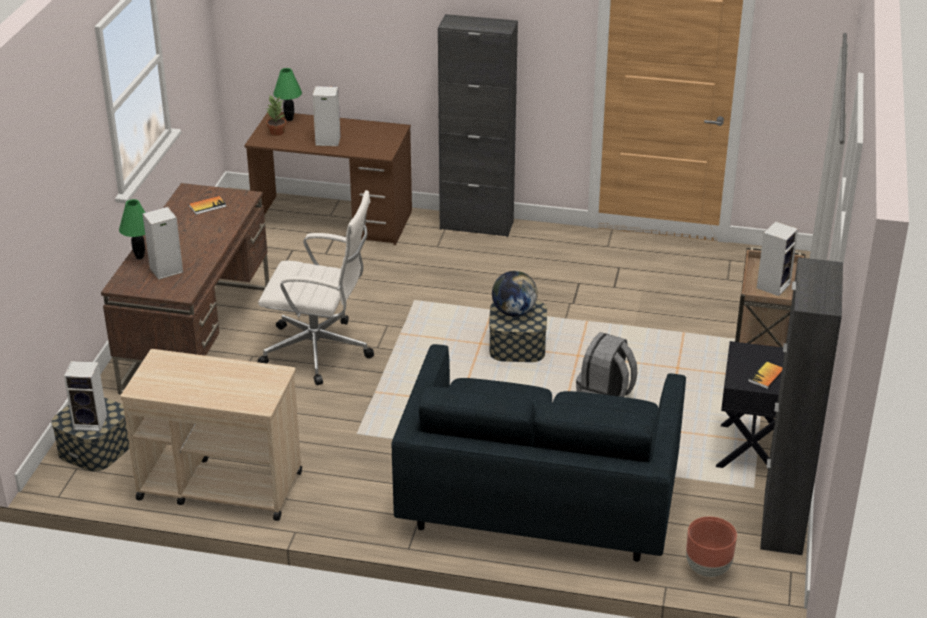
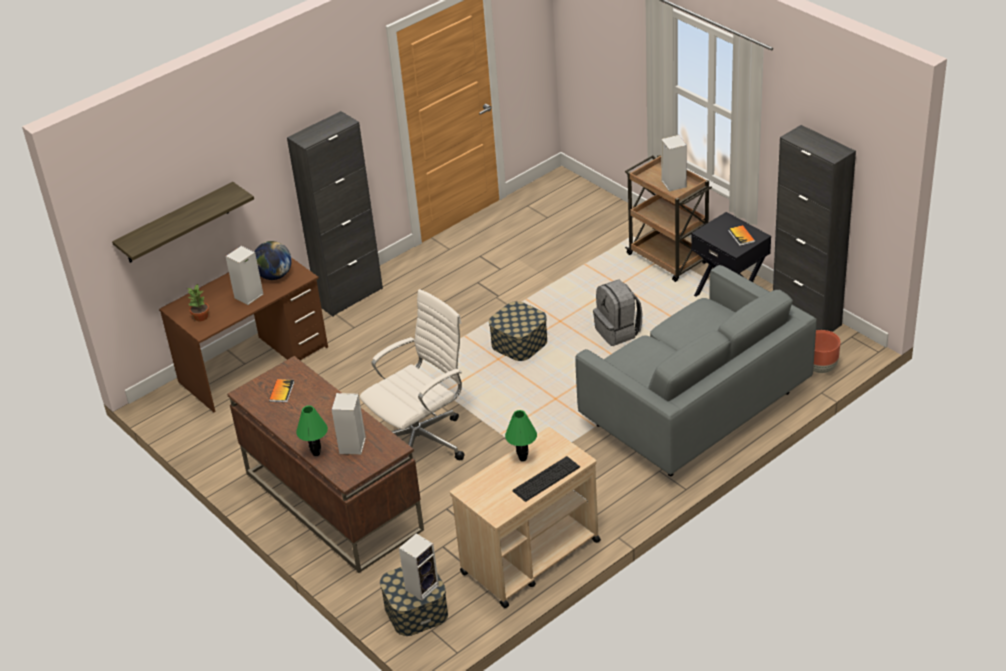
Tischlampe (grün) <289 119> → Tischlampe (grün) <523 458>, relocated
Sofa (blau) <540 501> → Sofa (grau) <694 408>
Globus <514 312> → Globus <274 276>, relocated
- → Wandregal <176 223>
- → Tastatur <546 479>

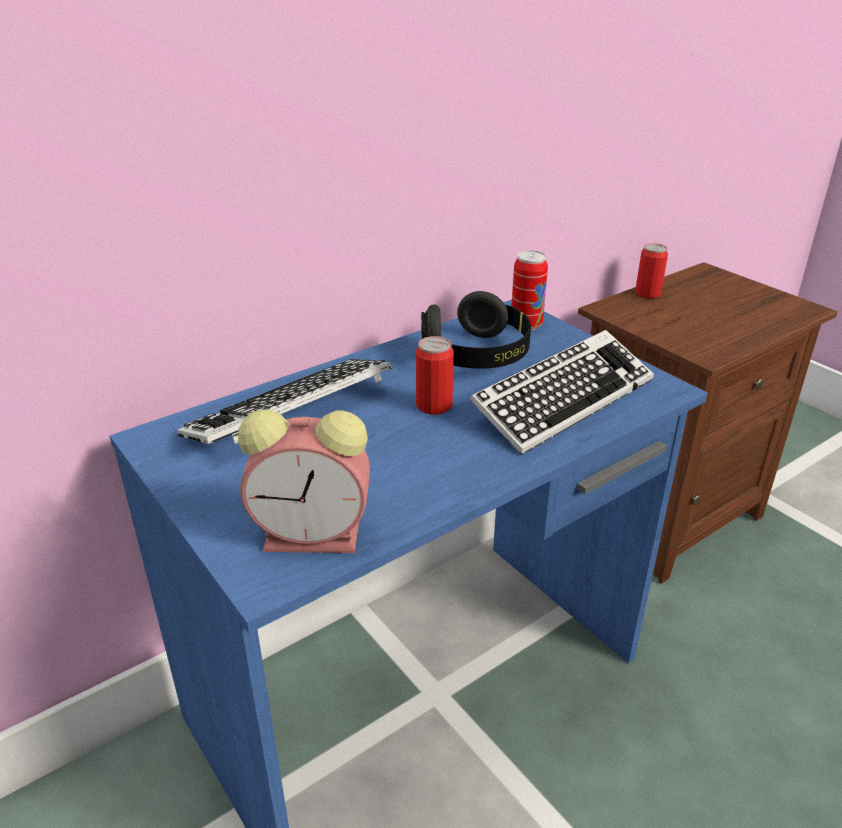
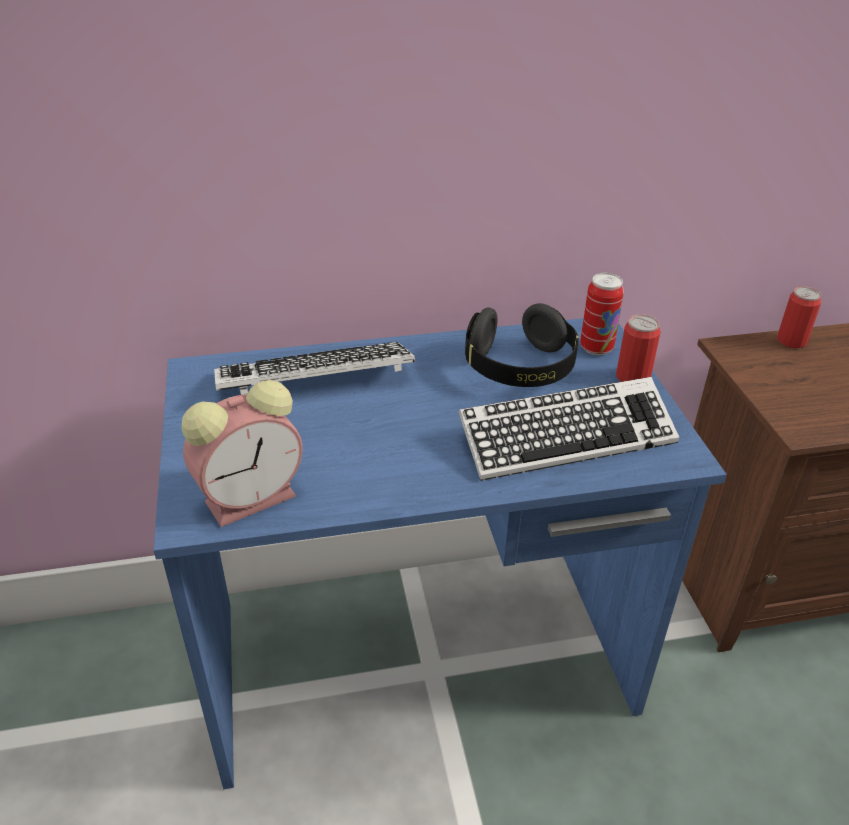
Wecker <316 535> → Wecker <253 496>, 60 degrees counterclockwise
Dose <434 405> → Dose <632 377>, relocated

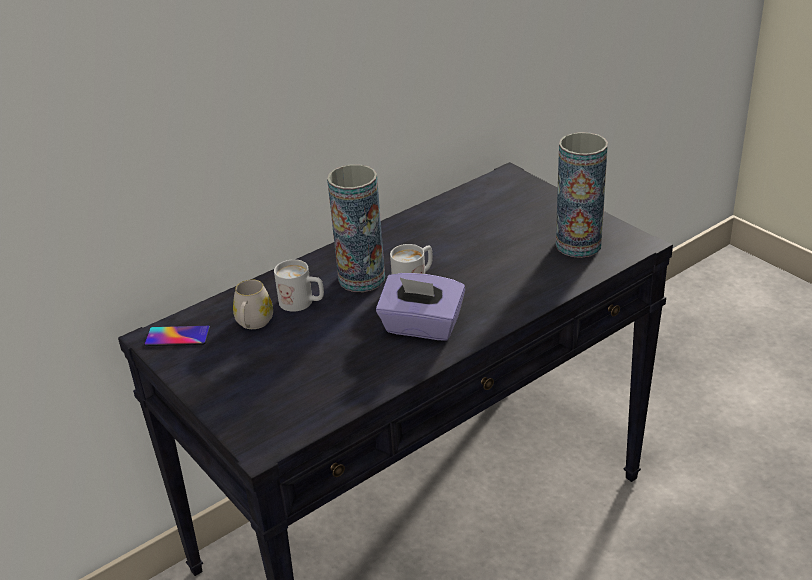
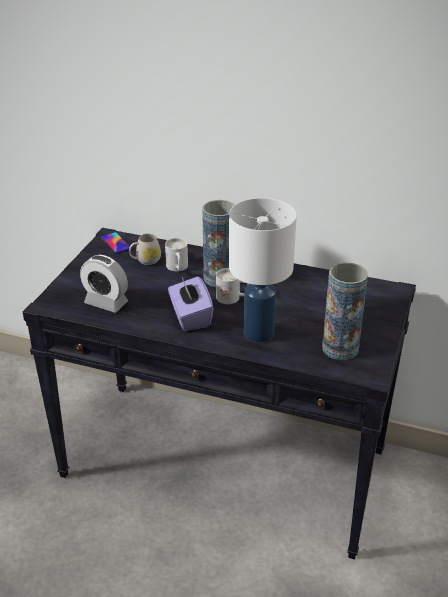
- → Wecker <106 303>
- → Tischlampe (weiß) <258 332>

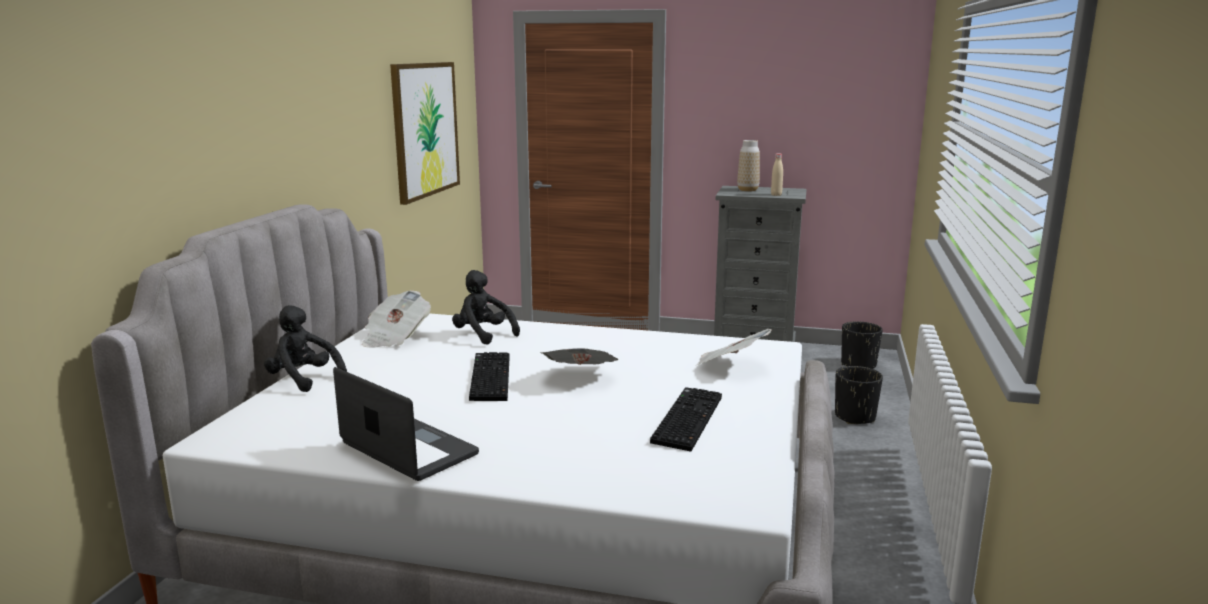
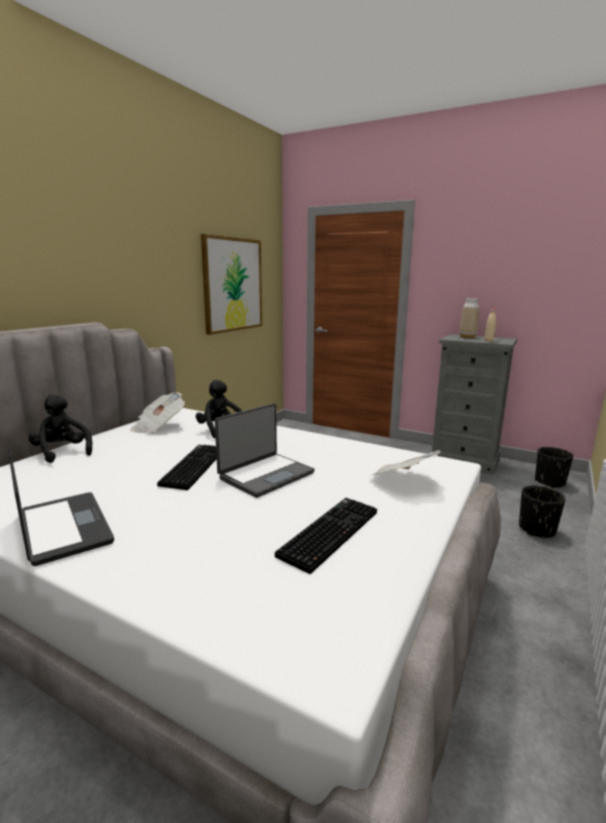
Zeitung <581 377> → Laptop <265 475>

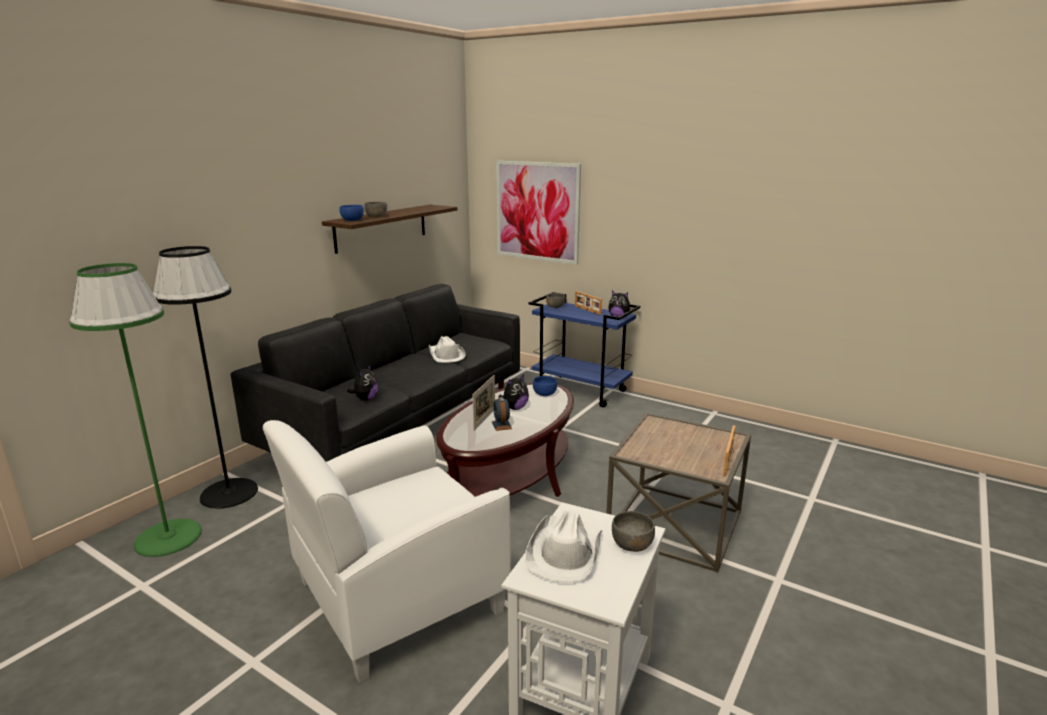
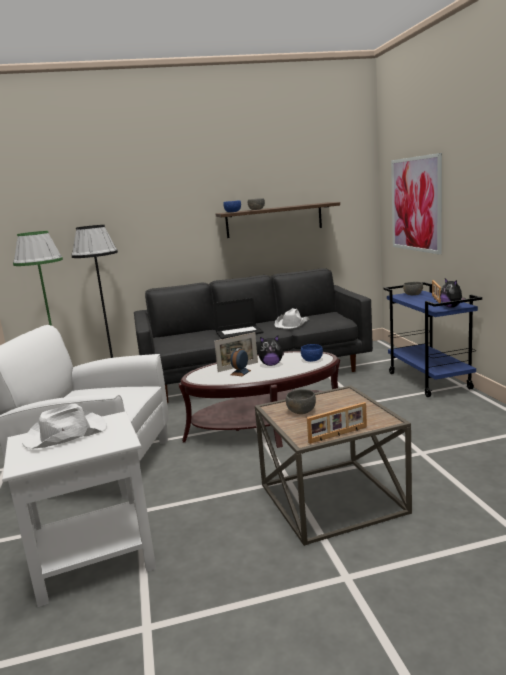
Plüschtier <365 399> → -
Schüssel (grau) <632 545> → Schüssel (grau) <301 411>, relocated
- → Laptop <239 332>

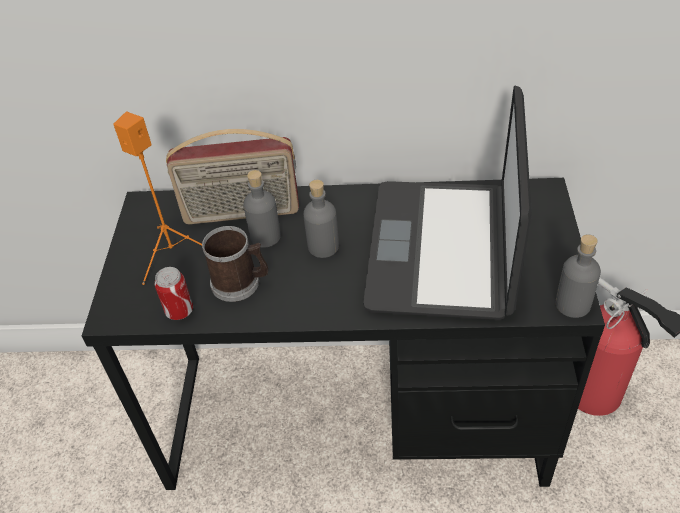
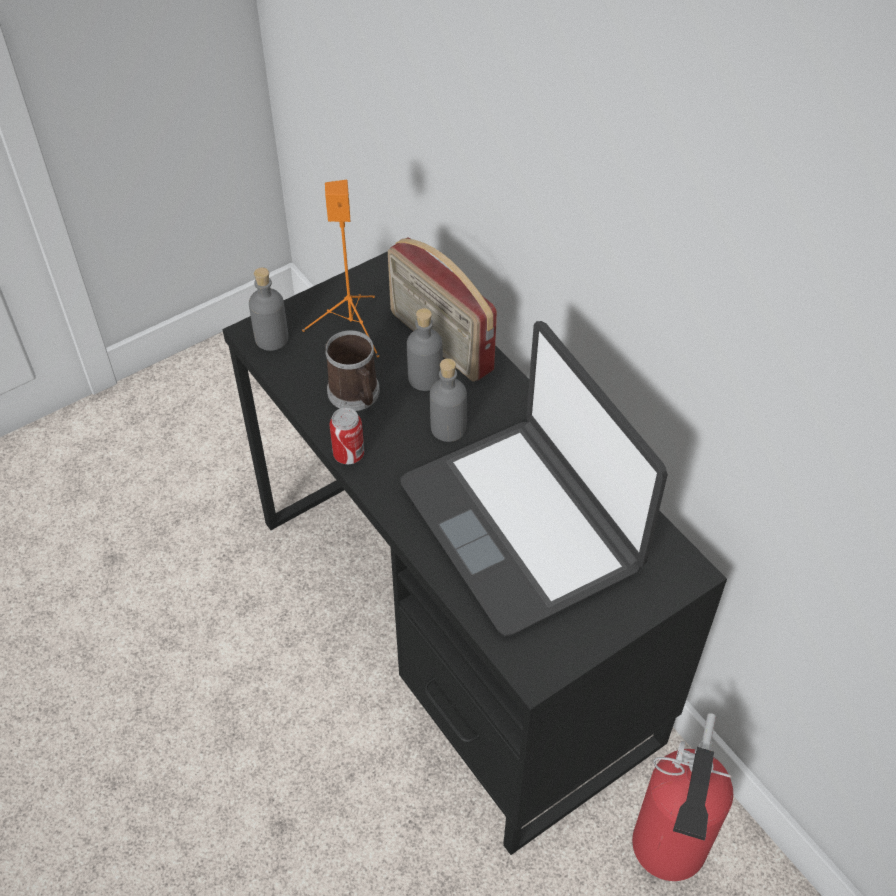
Dose <179 311> → Dose <348 454>, relocated
Laptop <443 249> → Laptop <522 524>, 90 degrees counterclockwise
Flasche (grau) <572 304> → Flasche (grau) <272 338>, relocated

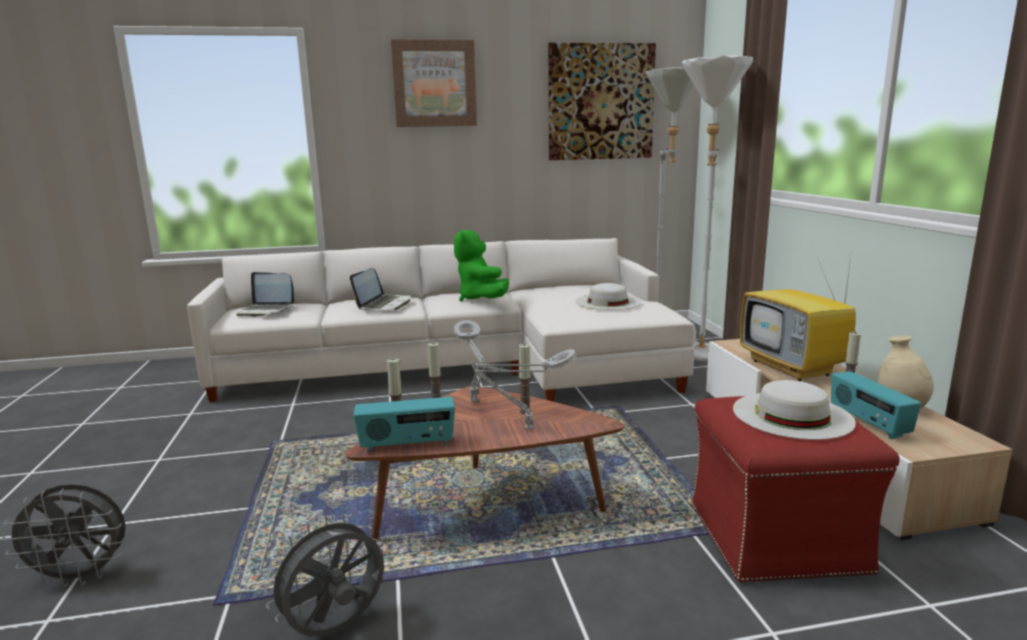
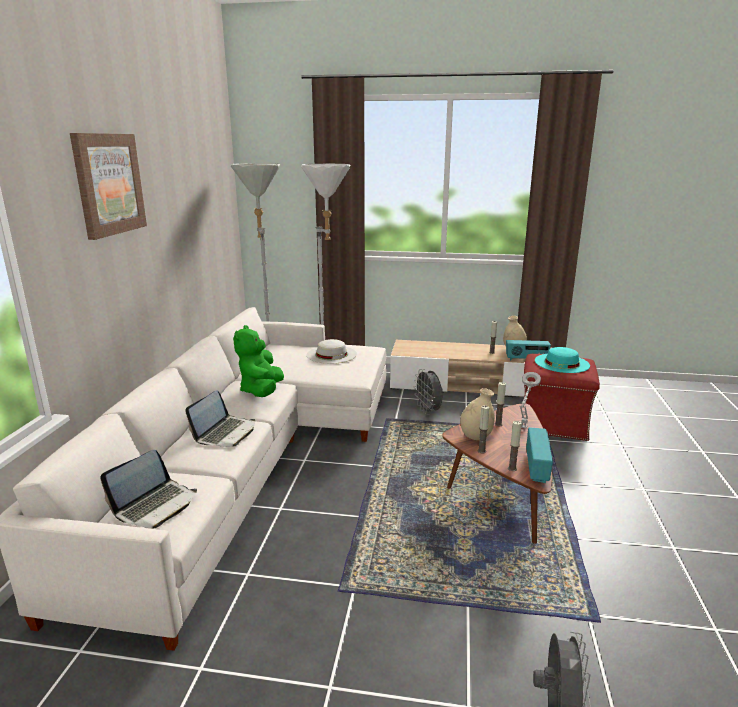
Ventilator (grau) <336 629> → Ventilator (grau) <428 411>, relocated
Laptop <384 304> → Laptop <225 433>, 75 degrees clockwise
Plüschtier (grün) <481 299> → Plüschtier (grün) <261 391>, 90 degrees clockwise
Tischlampe (grau) <475 403> → Vase (beige) <476 437>
Bild <601 102> → -
Hut (weiß) <792 415> → Hut (türkis) <562 363>
Fernseher <793 368> → -

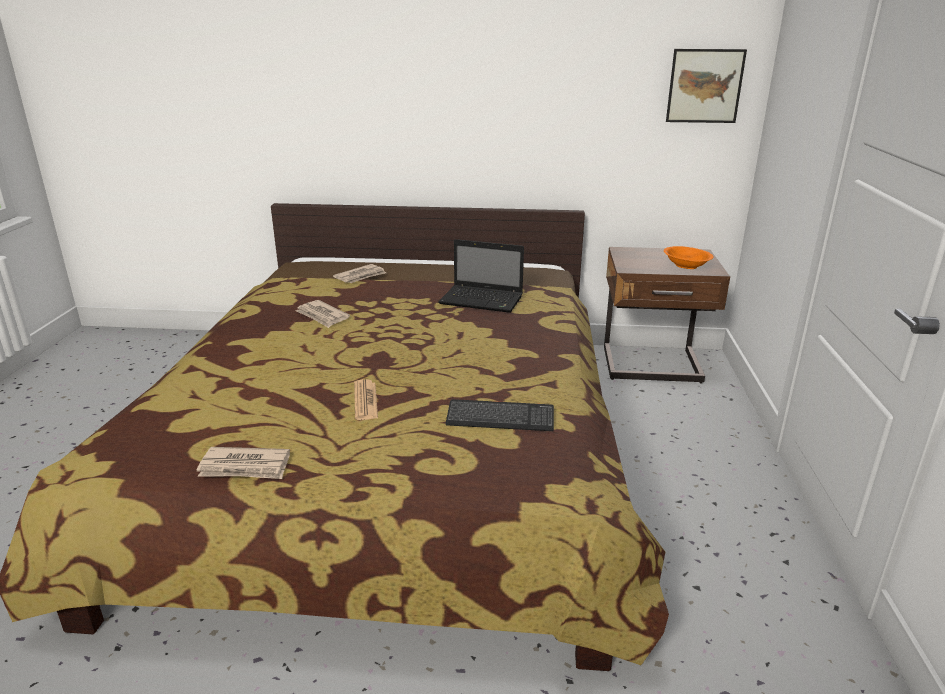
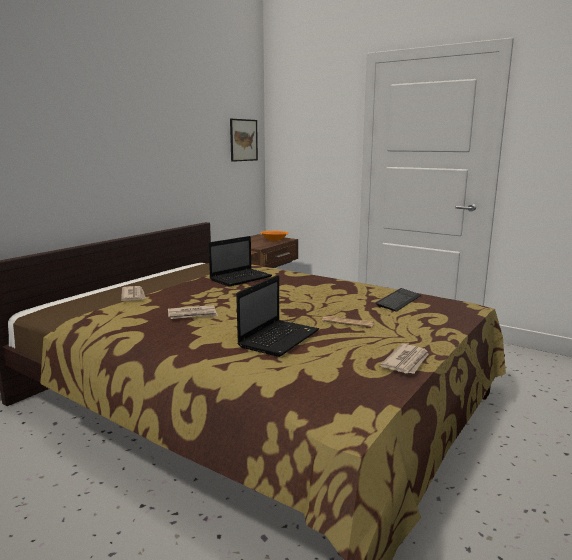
- → Laptop <279 338>

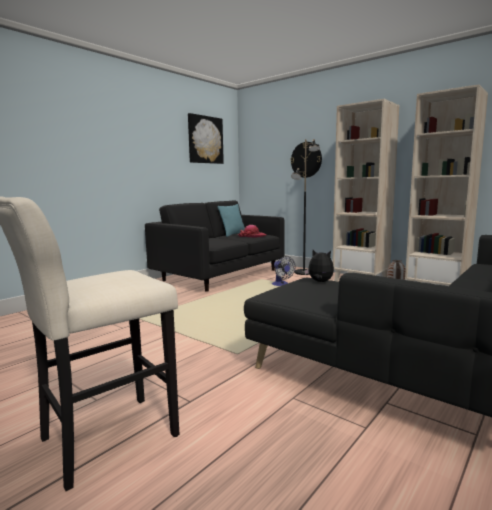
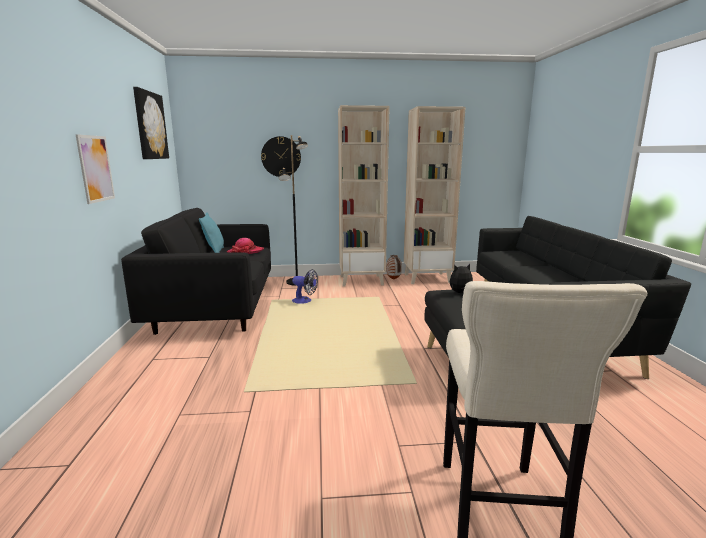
- → Bild <96 168>

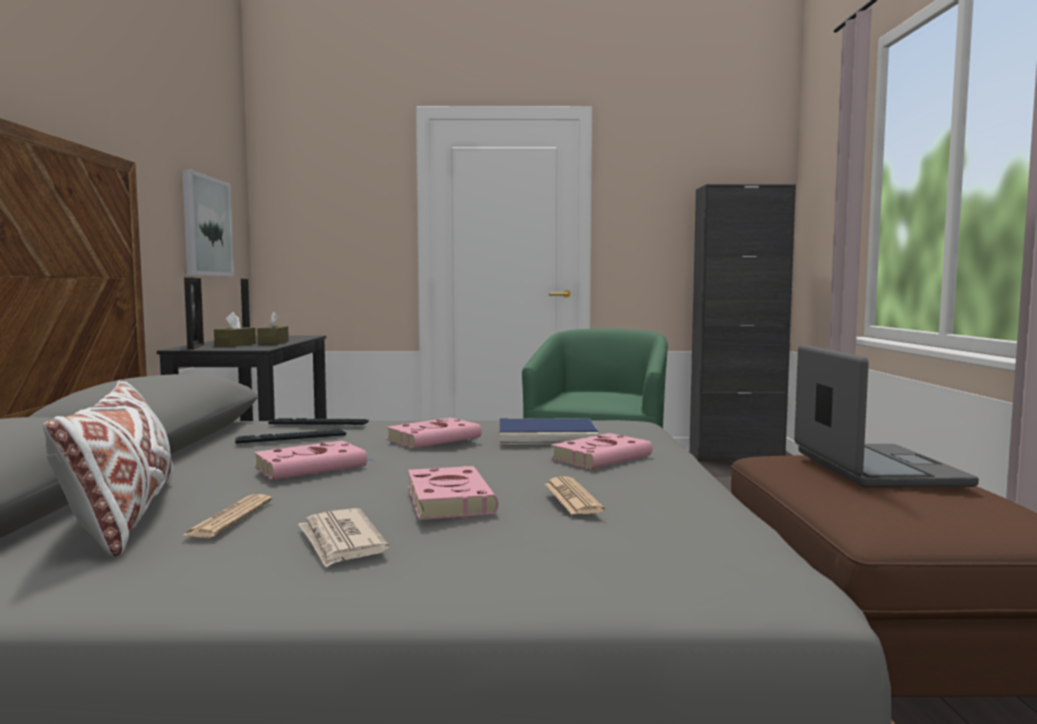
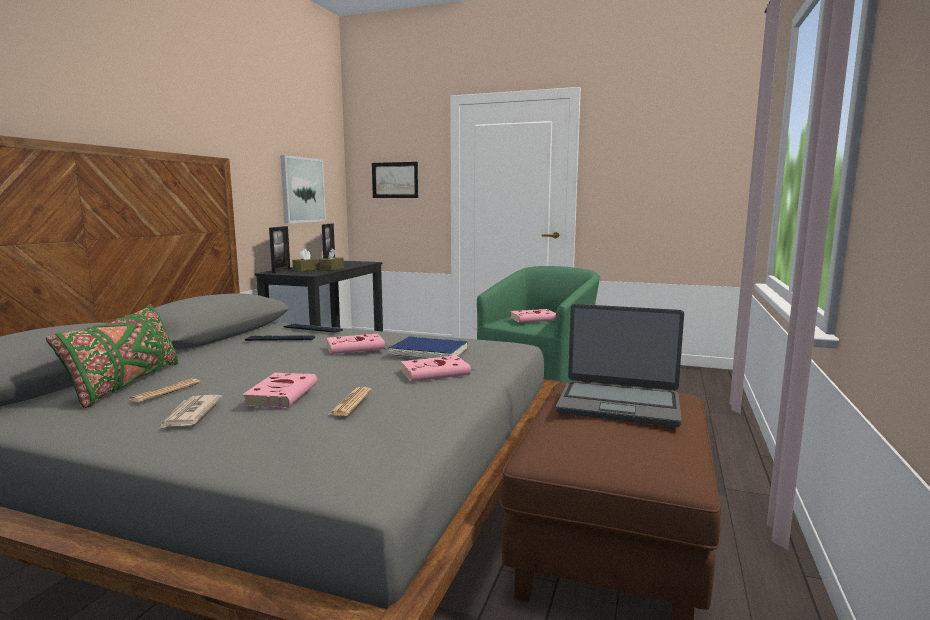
Kissen (weiß) <123 517> → Kissen (grün) <126 384>
Buch (rosa) <313 467> → Buch (rosa) <534 319>, relocated
Schrank (schwarz) <736 456> → -
Laptop <875 468> → Laptop <619 404>, 90 degrees clockwise
- → Bild <395 180>

